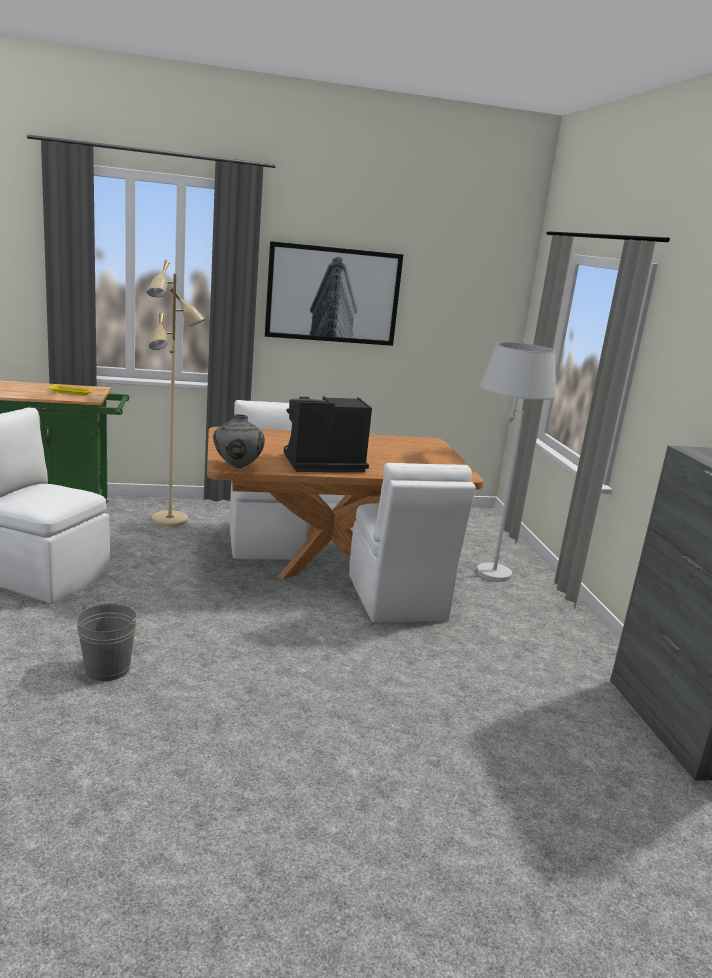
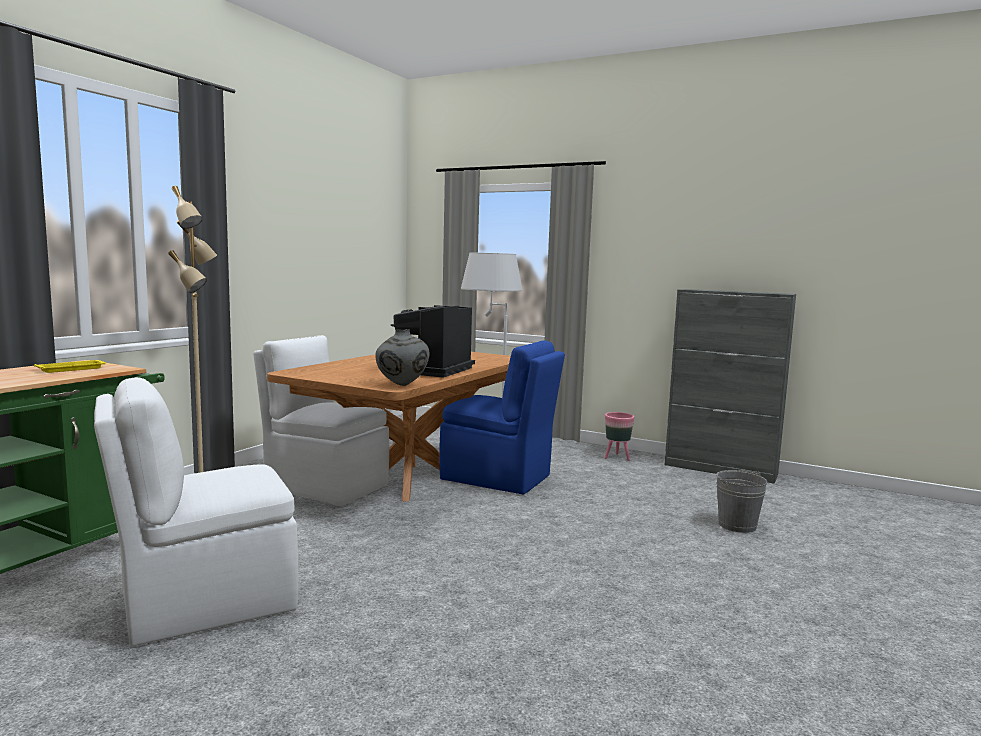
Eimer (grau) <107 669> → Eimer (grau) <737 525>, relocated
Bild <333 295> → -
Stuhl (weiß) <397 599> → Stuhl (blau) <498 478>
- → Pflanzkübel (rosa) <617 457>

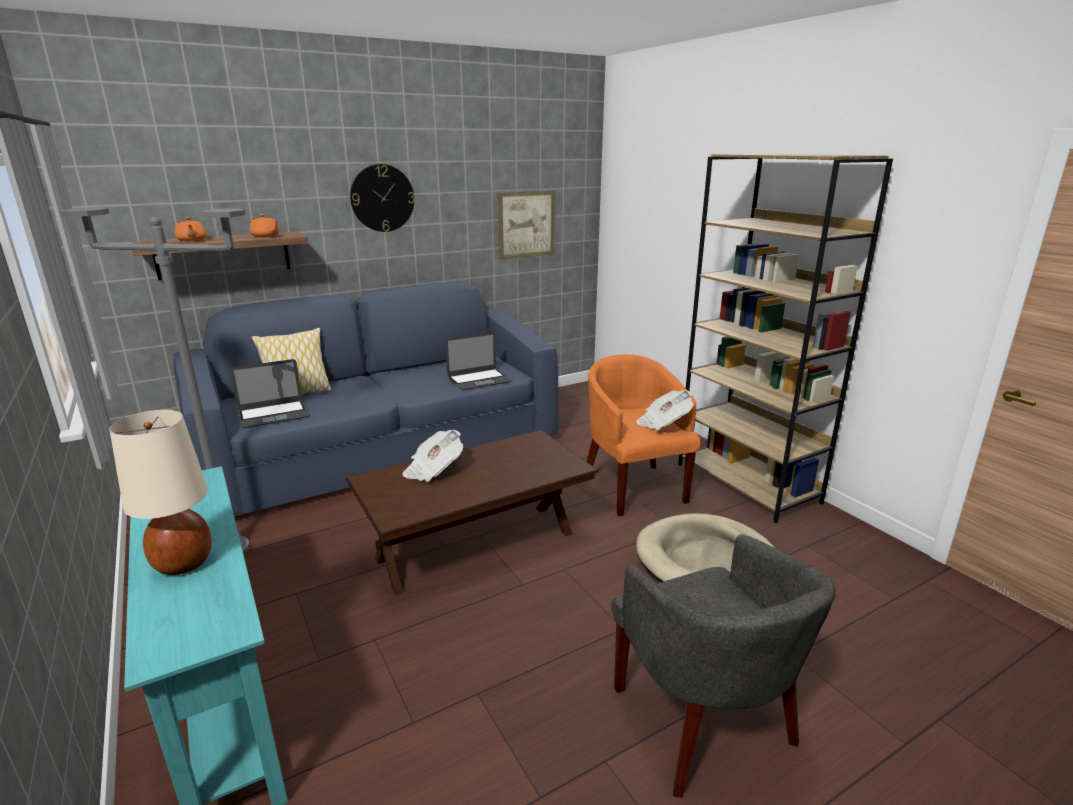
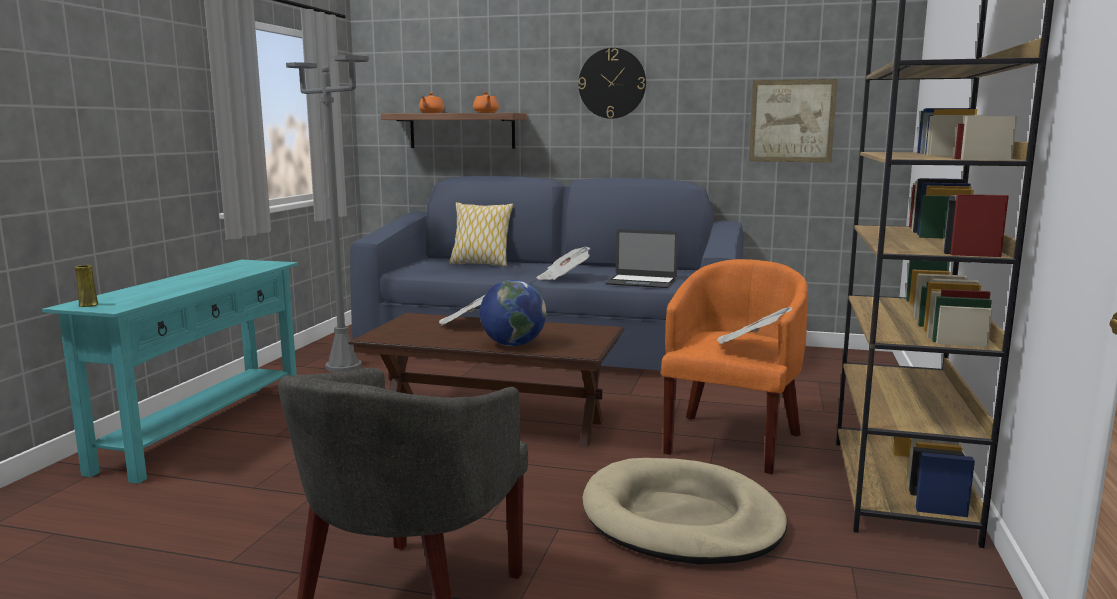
Tischlampe (beige) <182 563> → -
Laptop <273 414> → -
- → Vase (gelb) <88 305>
- → Globus <513 344>
- → Zeitung <563 278>

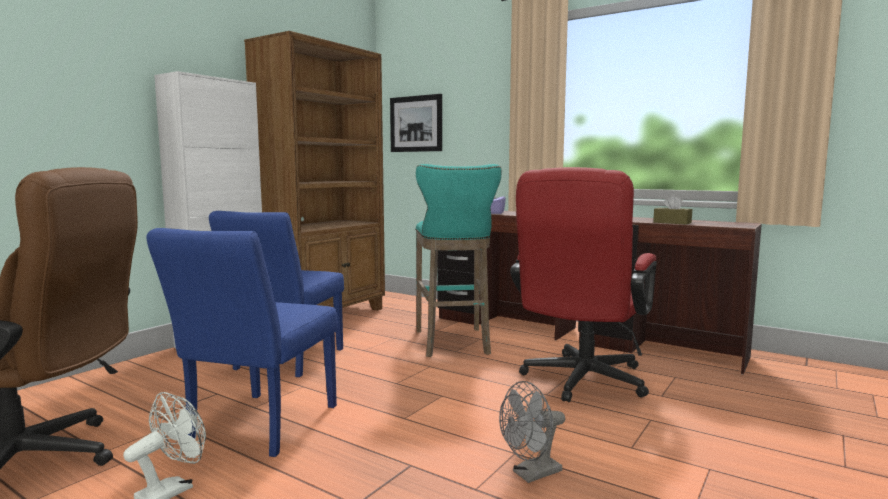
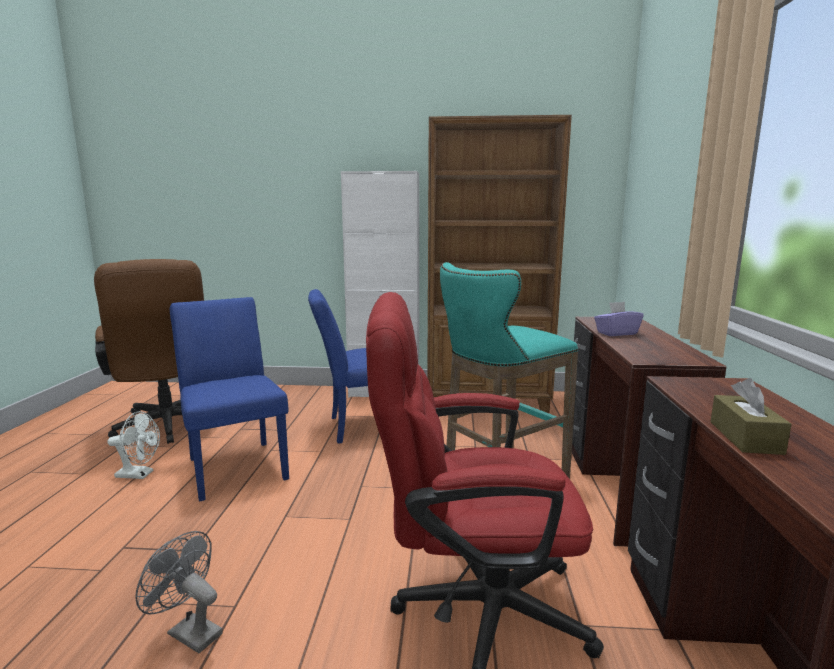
Stuhl (blau) <257 428> → Stuhl (blau) <235 465>, 75 degrees clockwise
Bild <416 124> → -

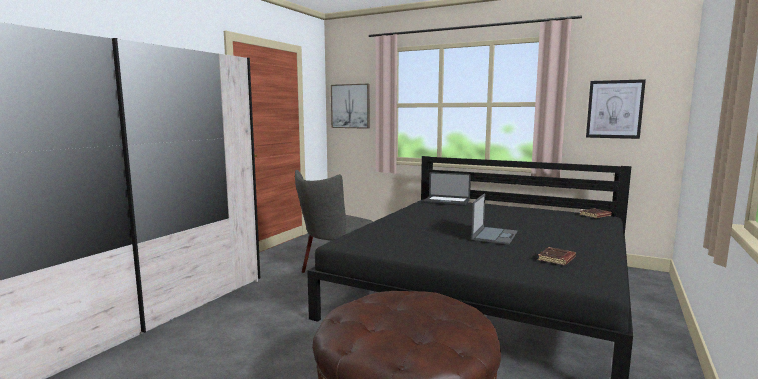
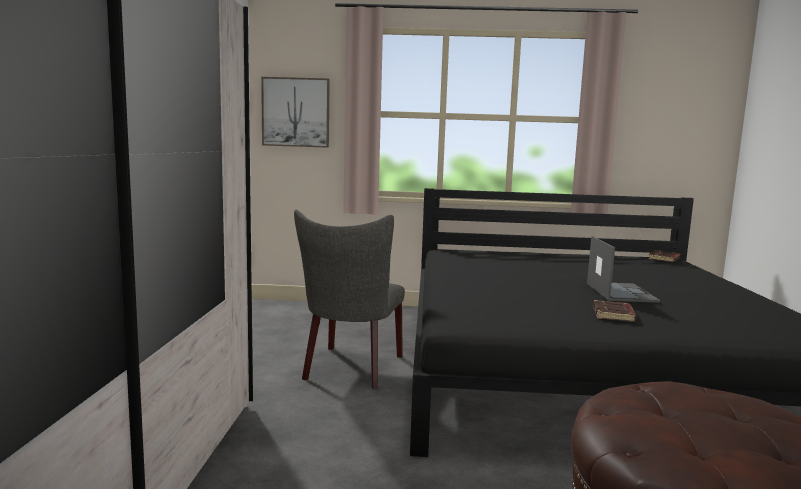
Laptop <446 202> → -
Buch (braun) <557 259> → Buch (braun) <614 315>, relocated
Bild <614 109> → -

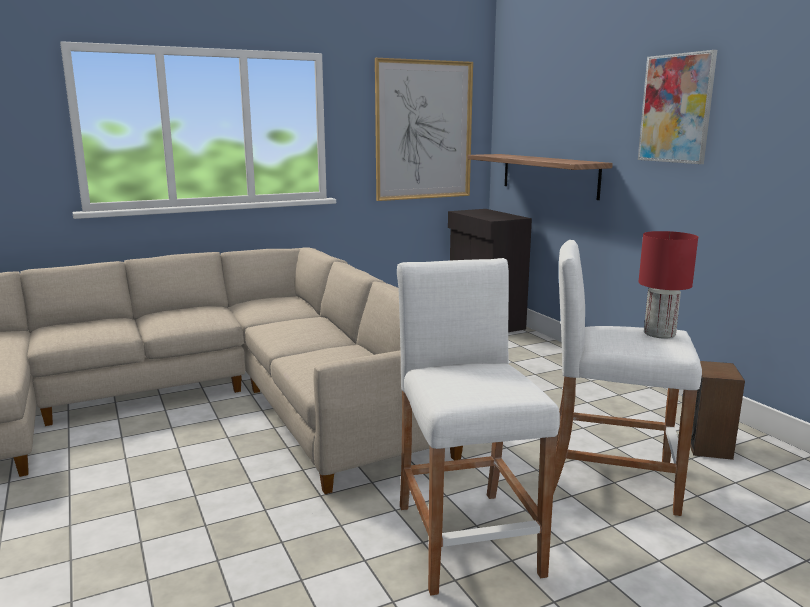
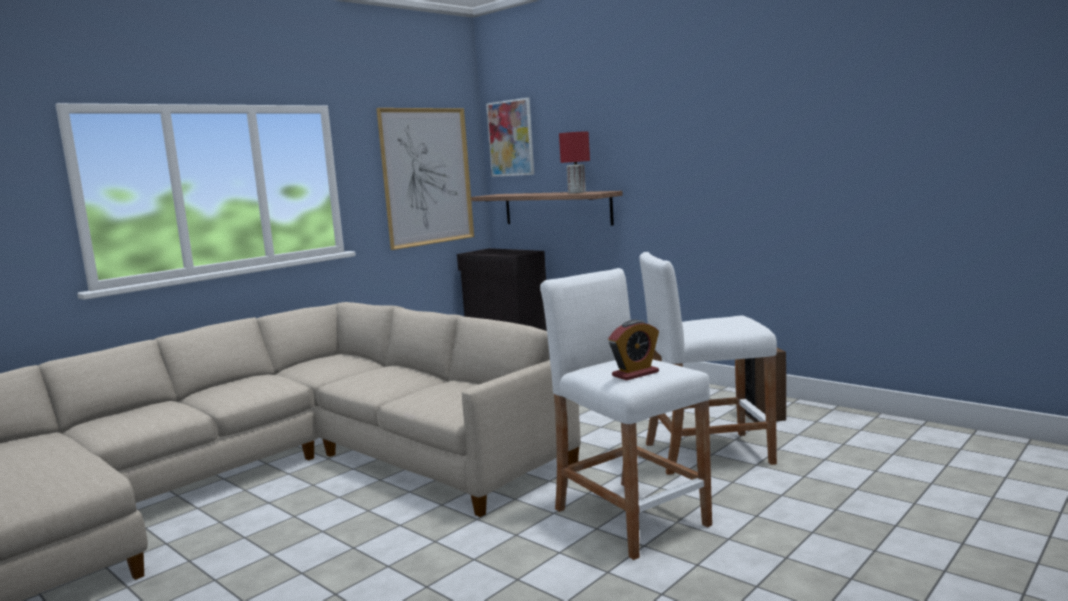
Bild <676 108> → Bild <511 138>, relocated
Tischlampe (rot) <660 333> → Tischlampe (rot) <577 192>, relocated
- → Wecker <635 374>

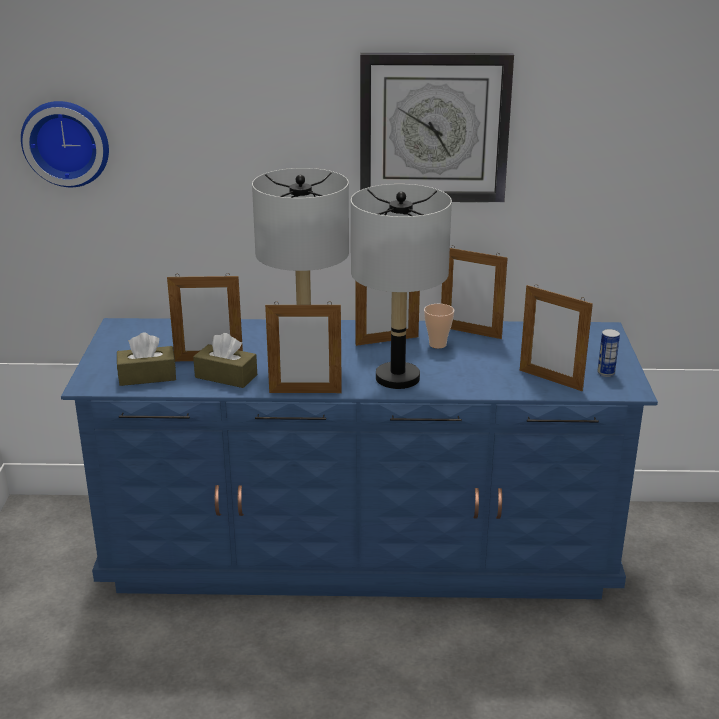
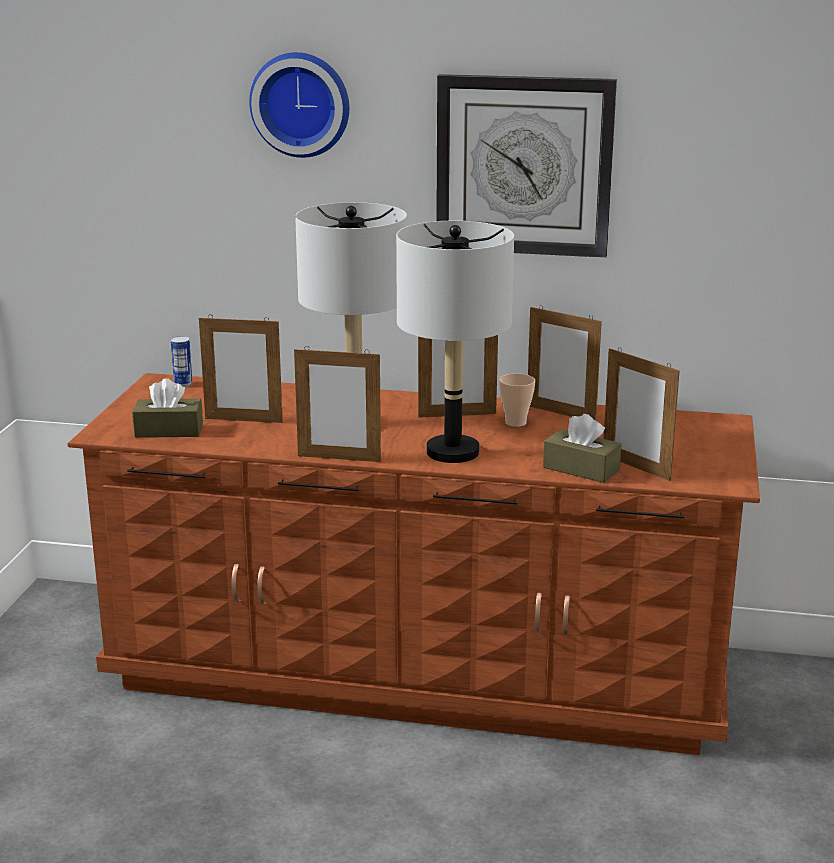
Wanduhr <67 142> → Wanduhr <301 104>, relocated
Kommode (blau) <359 549> → Kommode (braun) <417 672>
Taschentuchbox (braun) <226 376> → Taschentuchbox (braun) <581 469>, relocated
Dose <606 373> → Dose <183 384>, relocated

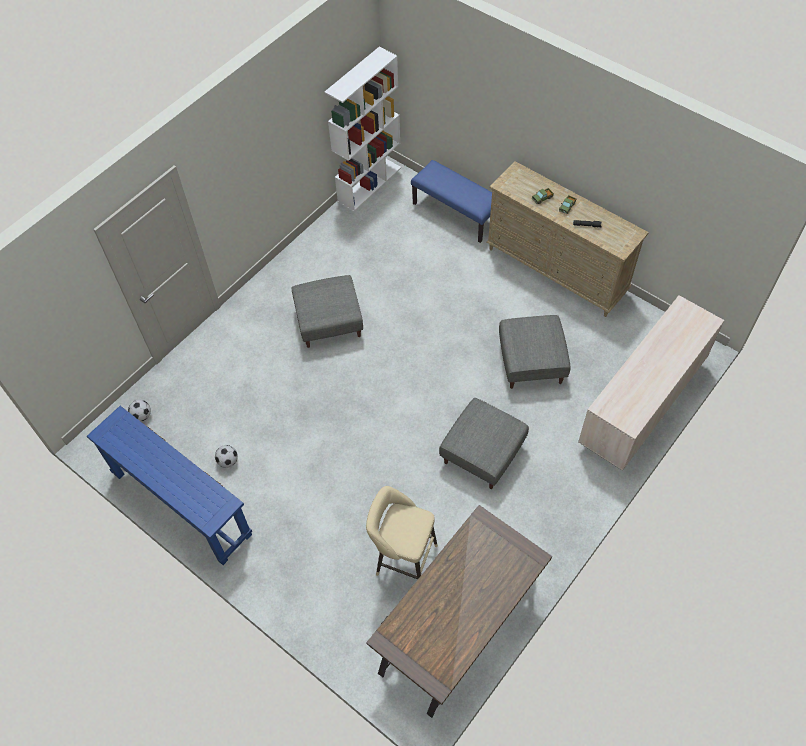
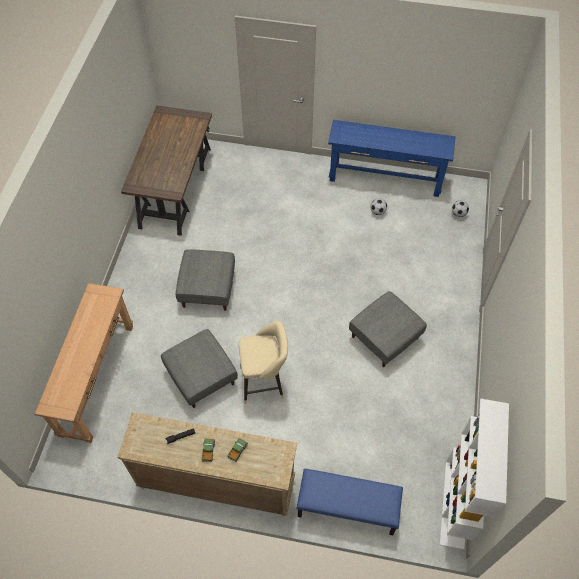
Hocker (beige) <403 558> → Hocker (beige) <264 382>, relocated
Kommode (beige) <641 405> → Konsolentisch (braun) <97 378>

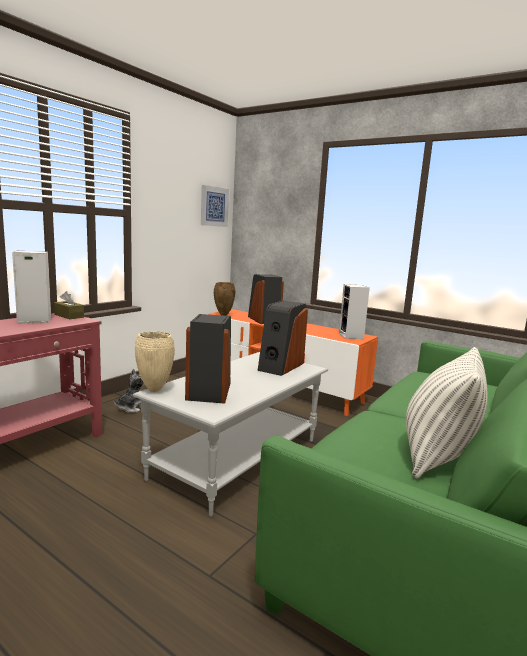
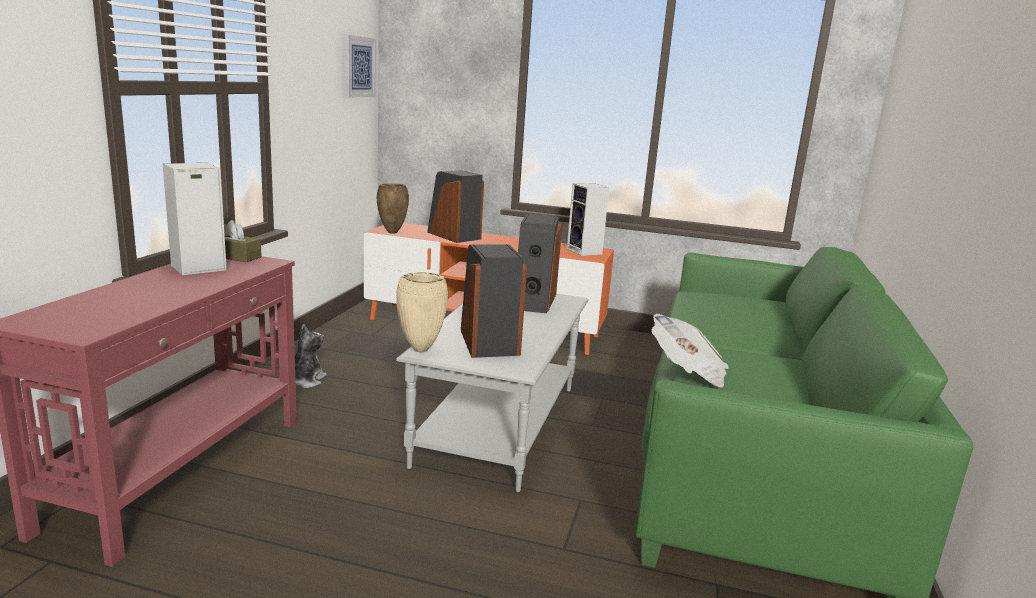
Kissen <437 455> → -
- → Zeitung <688 371>

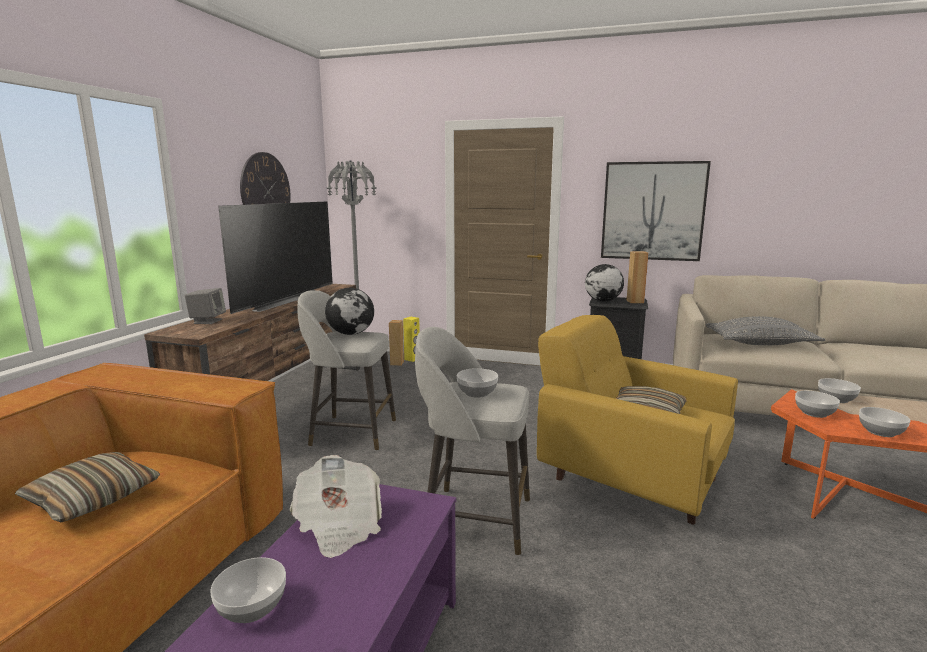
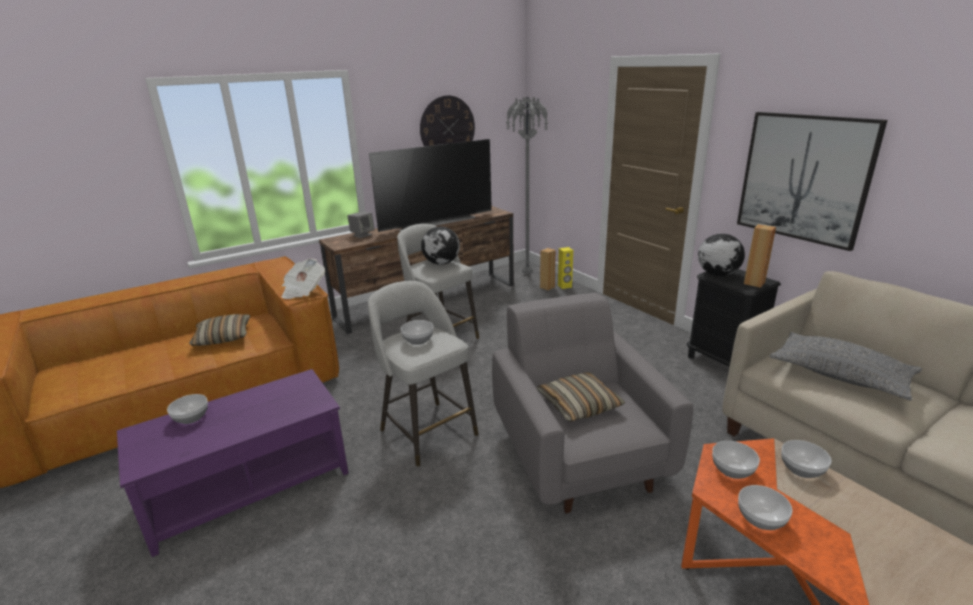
Zeitung <339 526> → Zeitung <303 290>, relocated
Sessel (gelb) <629 477> → Sessel (grau) <579 454>

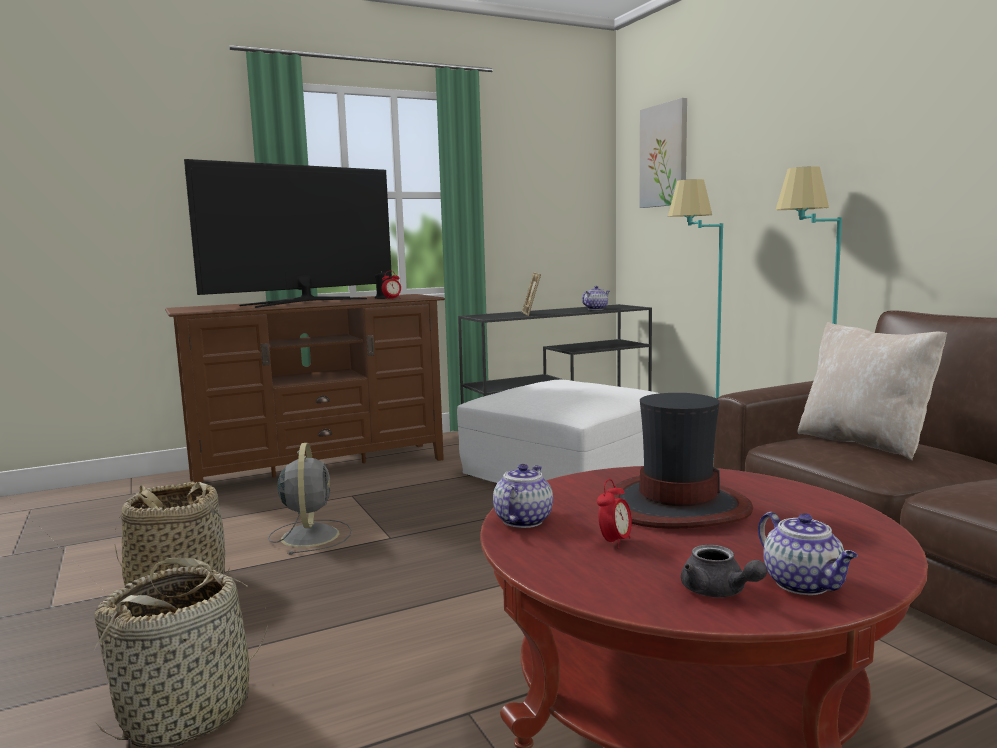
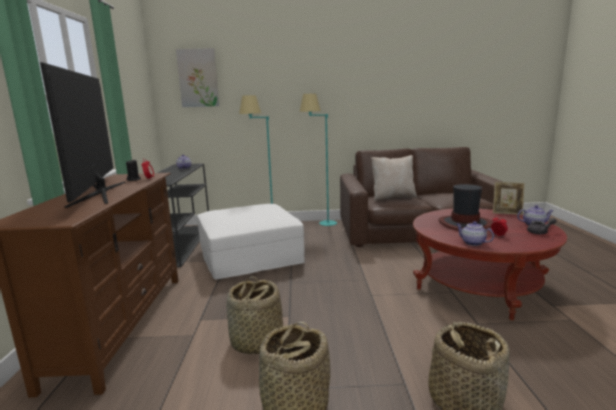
Ventilator (grau) <310 535> → Korb <256 342>
Bilderrahmen <531 314> → Bilderrahmen <507 212>, relocated

